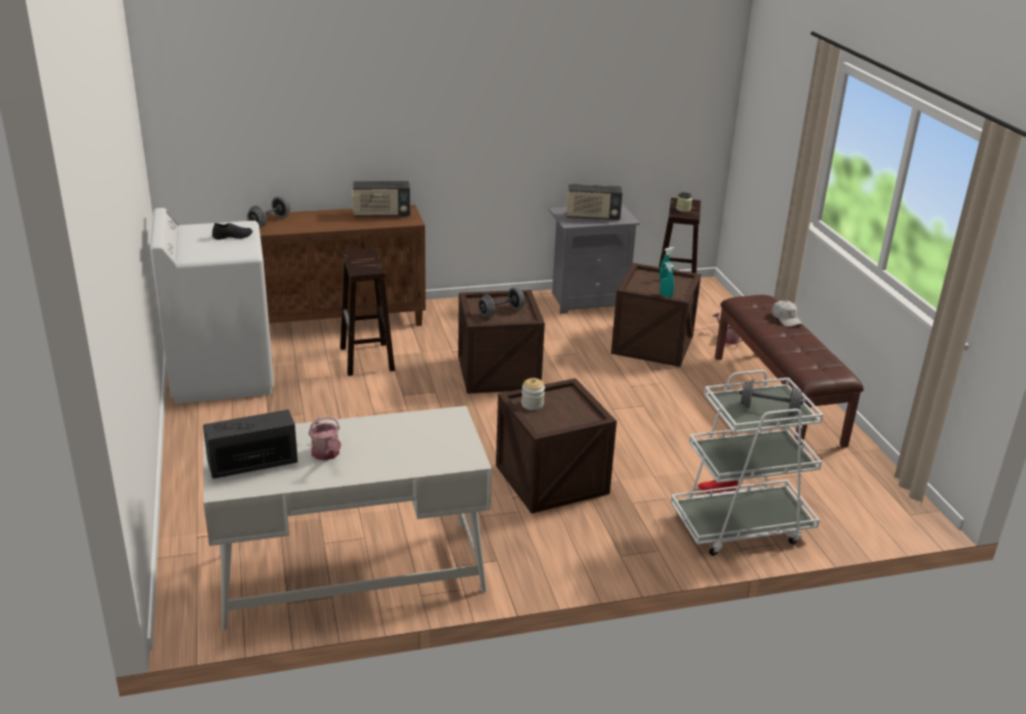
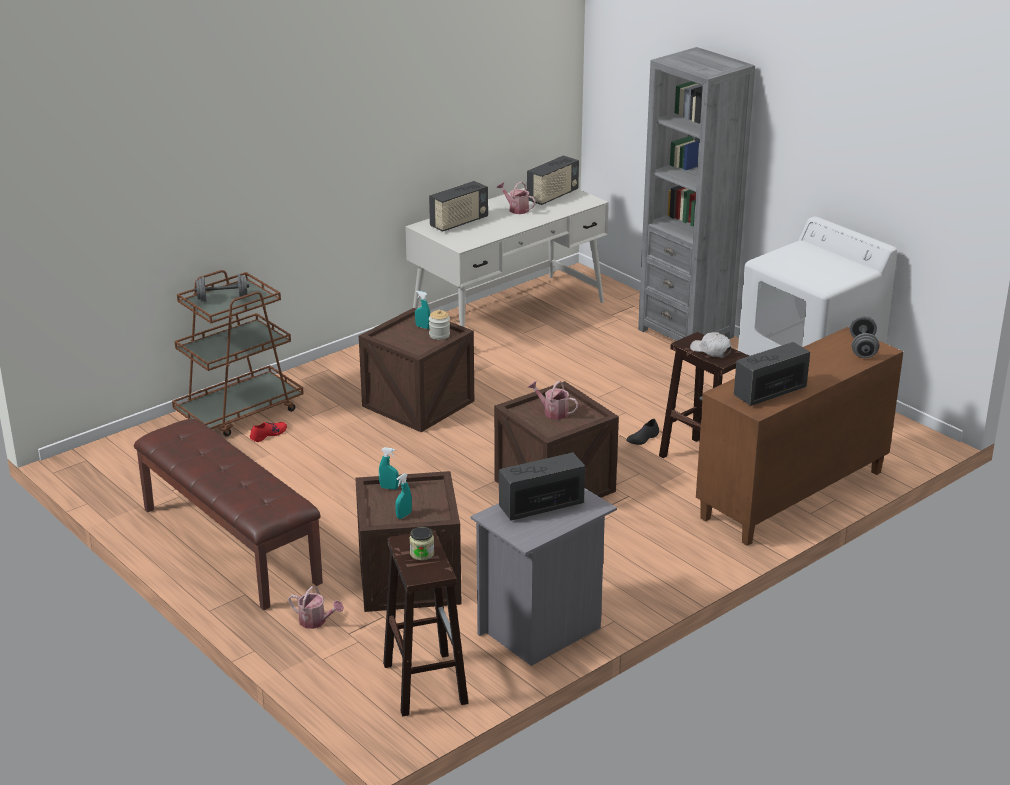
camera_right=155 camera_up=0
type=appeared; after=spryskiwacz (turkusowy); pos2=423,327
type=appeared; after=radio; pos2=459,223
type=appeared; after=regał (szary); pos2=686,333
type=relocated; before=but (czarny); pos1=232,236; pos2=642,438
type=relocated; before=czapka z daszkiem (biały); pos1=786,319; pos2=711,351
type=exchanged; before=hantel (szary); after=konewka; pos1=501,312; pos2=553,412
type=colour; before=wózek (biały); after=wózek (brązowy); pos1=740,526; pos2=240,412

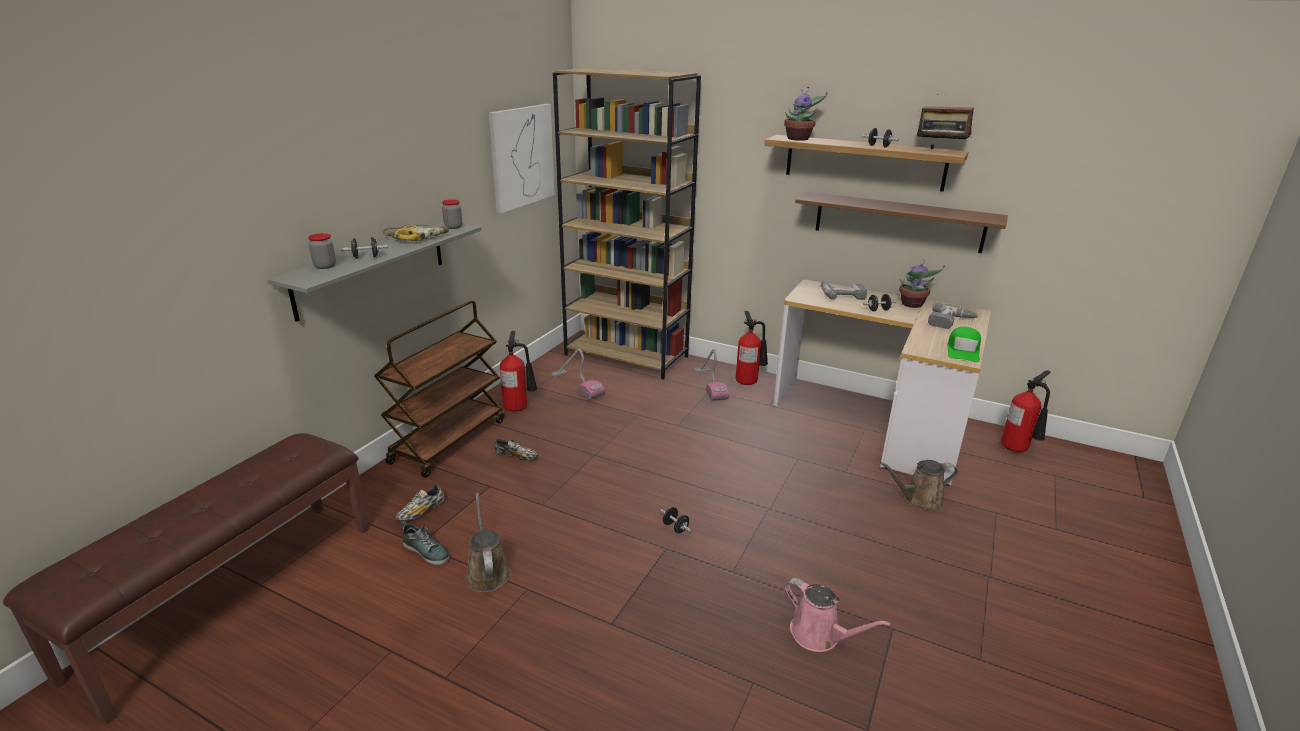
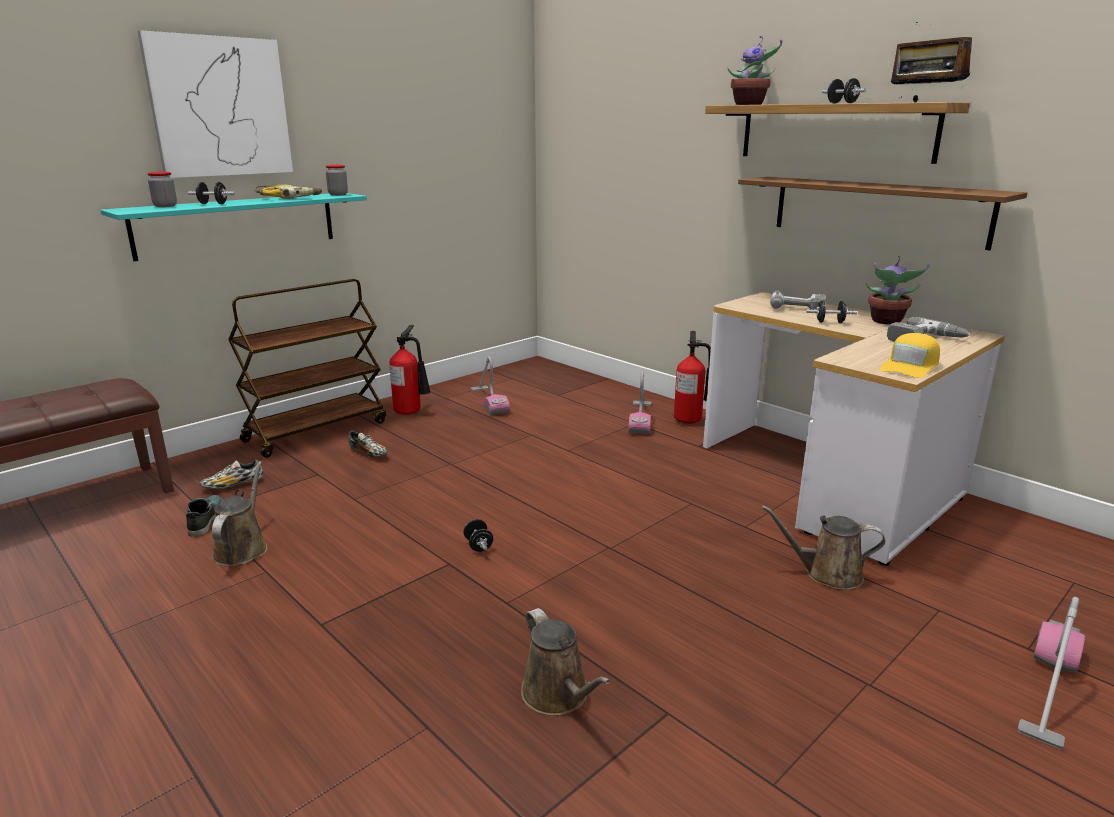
camera_right=20 camera_up=-5
type=missing; before=regał (brązowy); pos1=627,356
type=missing; before=gaśnica; pos1=1018,449
type=appeared; after=odkurzacz; pos2=1049,687
type=relocated; before=obraz; pos1=521,156; pos2=220,107
type=colour; before=półka (szary); after=półka (turkusowy); pos1=372,268; pos2=237,224
type=colour; before=konewka (różowy); after=konewka (brązowy); pos1=819,635; pos2=558,695
type=colour; before=czapka z daszkiem (zielony); after=czapka z daszkiem (żółty); pos1=963,351; pos2=910,366
type=spun; before=but; pos1=427,551; pos2=205,519; turn=-150

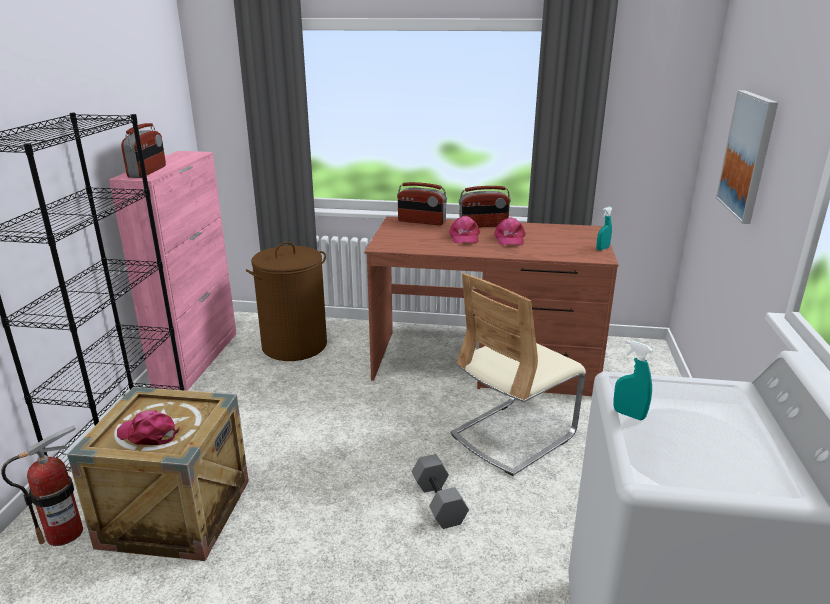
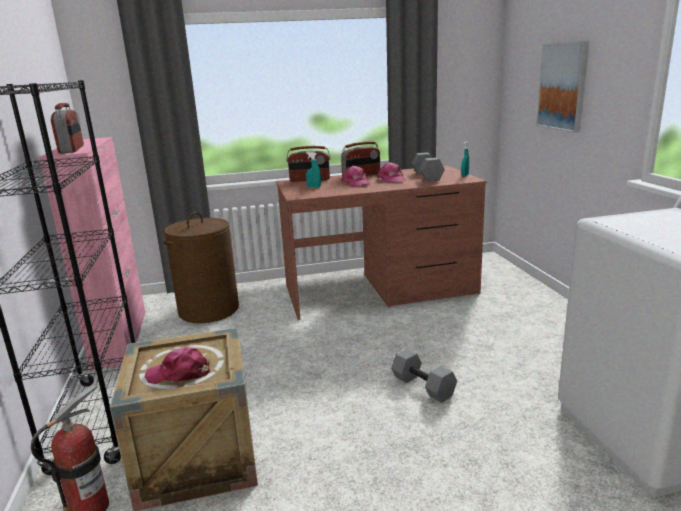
camera_right=-20 camera_up=-5
type=missing; before=krzesło (beżowy); pos1=513,435
type=appeared; after=hantel (szary); pos2=428,176
type=relocated; before=spryskiwacz (turkusowy); pos1=629,414; pos2=314,187

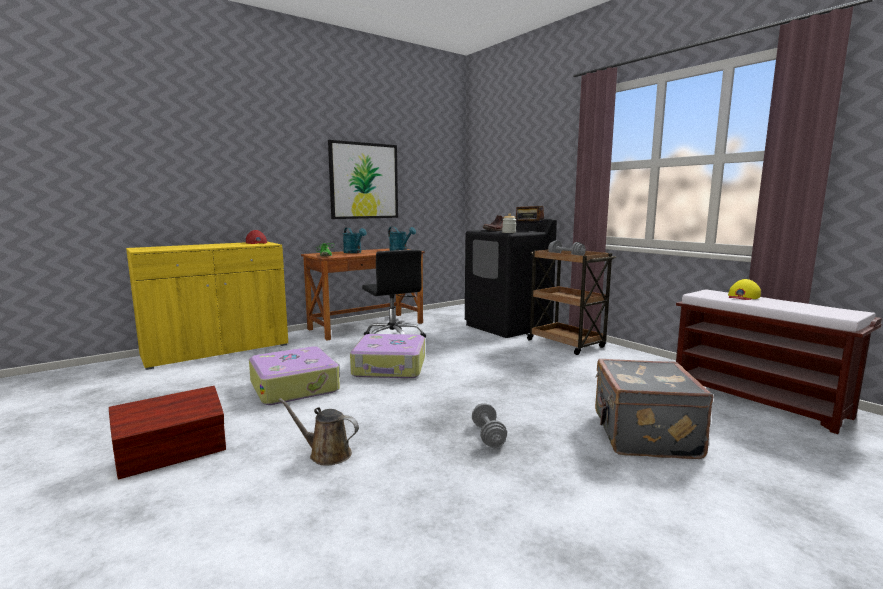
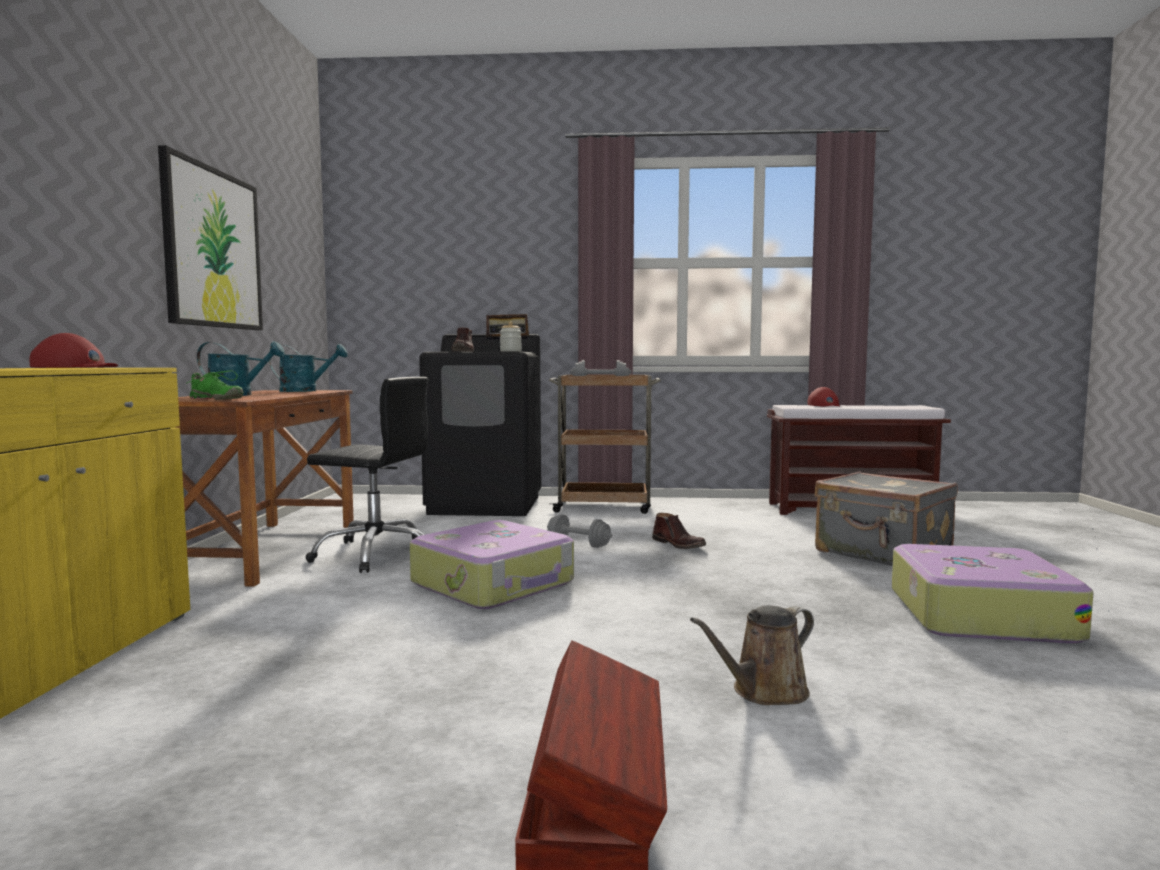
camera_right=-50 camera_up=-5
type=appeared; after=but z cholewką (brązowy); pos2=679,545
type=relocated; before=walizka; pos1=295,386; pos2=978,614
type=relocated; before=hantel (szary); pos1=488,436; pos2=578,544
type=colour; before=czapka z daszkiem (żółty); after=czapka z daszkiem (czerwony); pos1=743,296; pos2=824,405

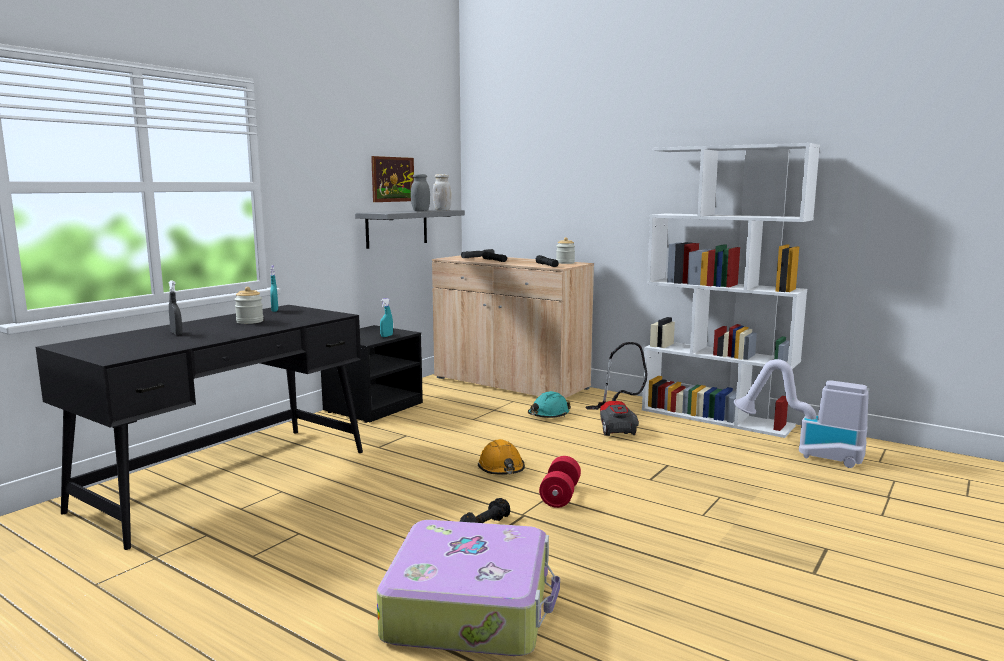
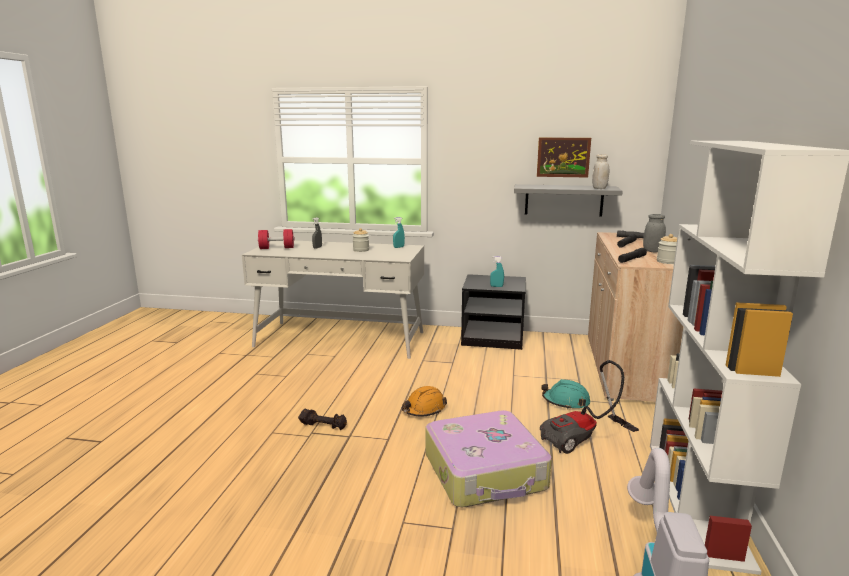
camera_right=65 camera_up=5
type=relocated; before=walizka; pos1=471,606; pos2=486,472
type=relocated; before=słoik (szary); pos1=420,210; pos2=652,251
type=relocated; before=hantel (czerwony); pos1=560,495; pos2=276,248
type=colour; before=biurko (czarny); after=biurko (biały); pos1=228,479; pos2=340,339

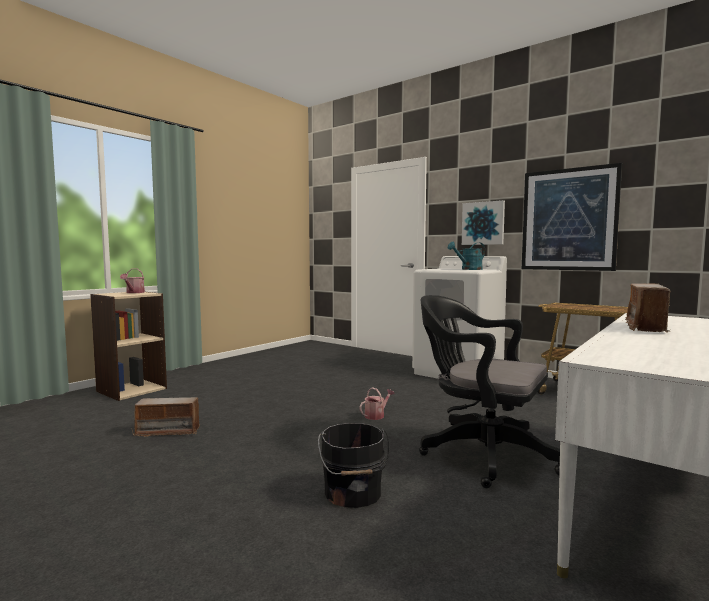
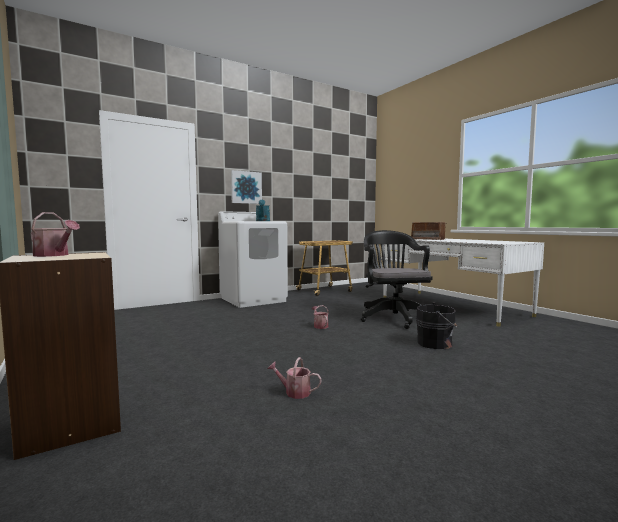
camera_right=-70 camera_up=0
type=missing; before=obraz; pos1=568,219
type=exchanged; before=radio; after=konewka; pos1=168,431; pos2=294,392
type=spun; before=krzesło biurowe (czarny); pos1=481,453; pos2=393,317; turn=120

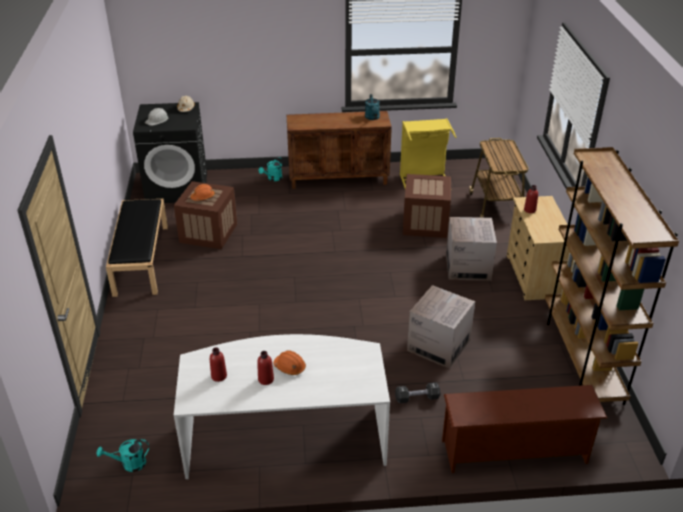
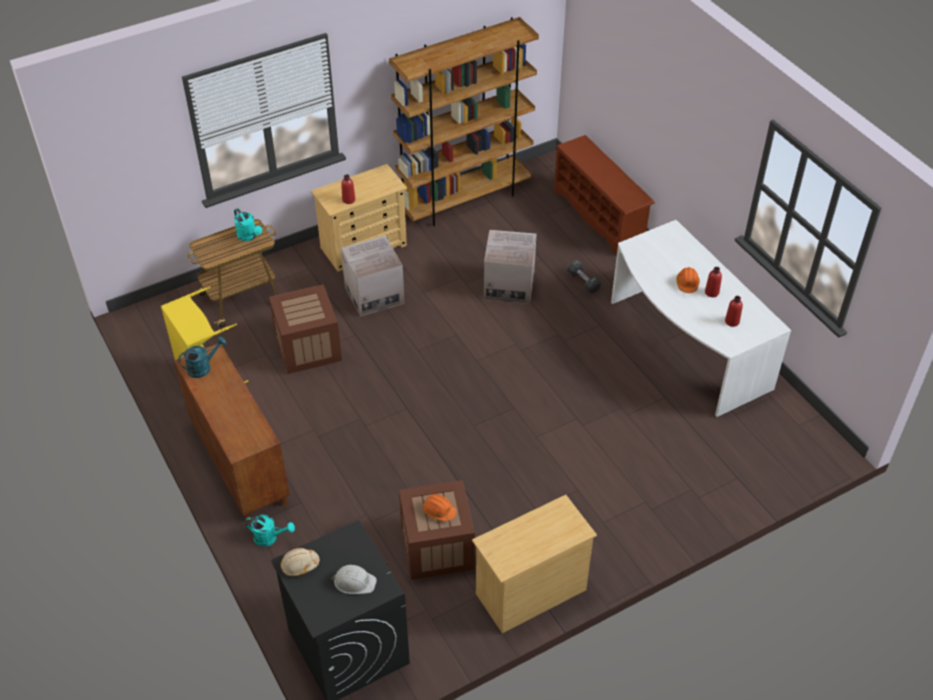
camera_right=-115 camera_up=10
type=relocated; before=konewka (turkusowy); pos1=129,464; pos2=249,236
type=exchanged; before=ławka (czarny); after=komoda (beżowy); pos1=141,259; pos2=530,592

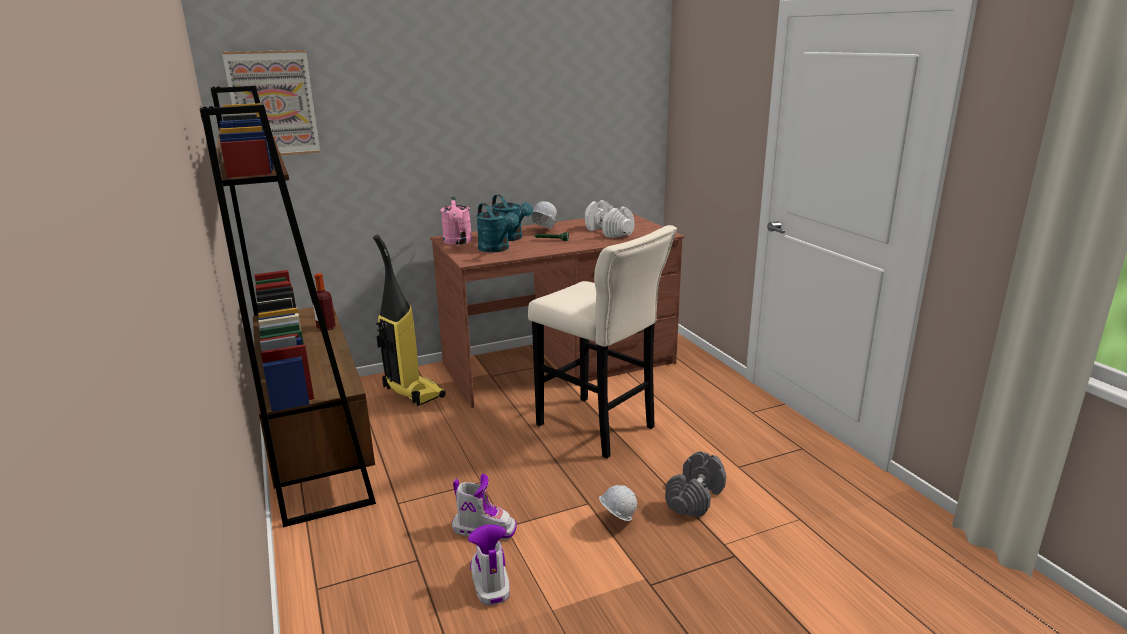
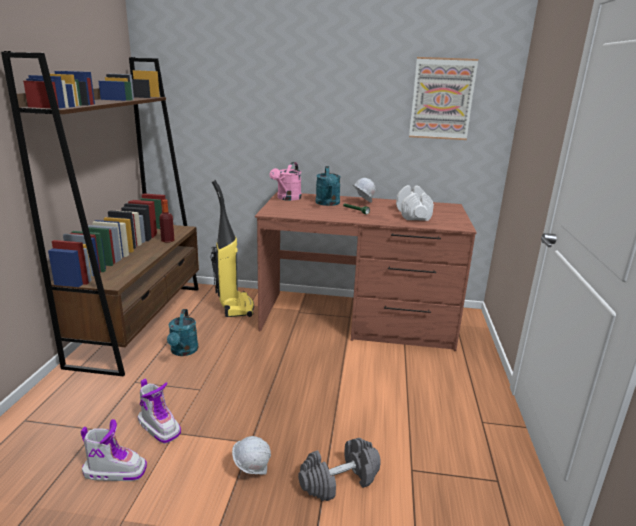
camera_right=30 camera_up=0
type=missing; before=stołek (beżowy); pos1=599,428
type=relocated; before=obraz; pos1=273,104; pos2=442,99
type=relocated; before=konewka (turkusowy); pos1=497,249; pos2=183,351
type=spun; before=but z cholewką; pos1=490,581; pos2=115,471; turn=75

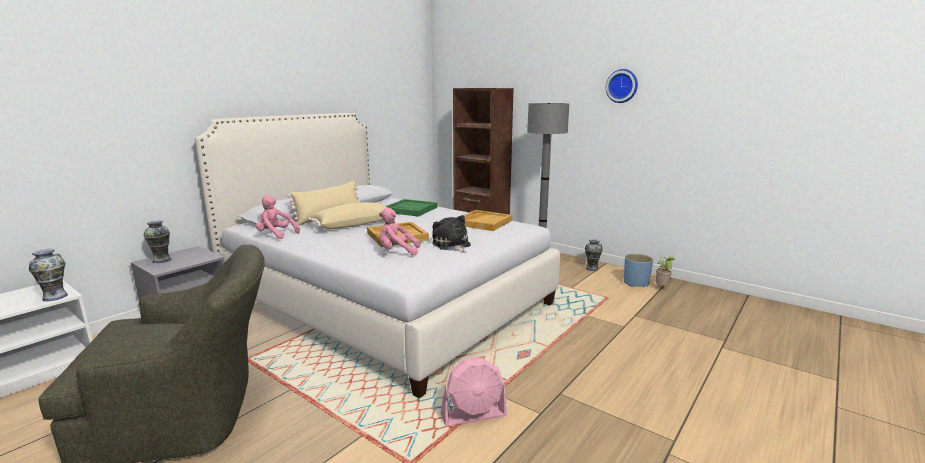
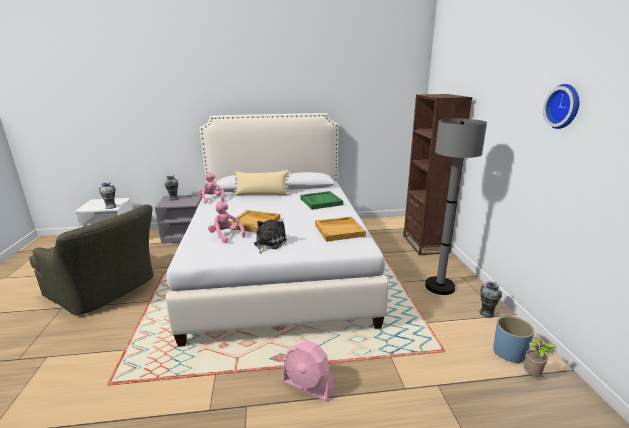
camera_right=45 camera_up=5
type=missing; before=poduszka (beżowy); pos1=352,225
type=relocated; before=wentylator (różowy); pos1=474,415; pos2=308,385

